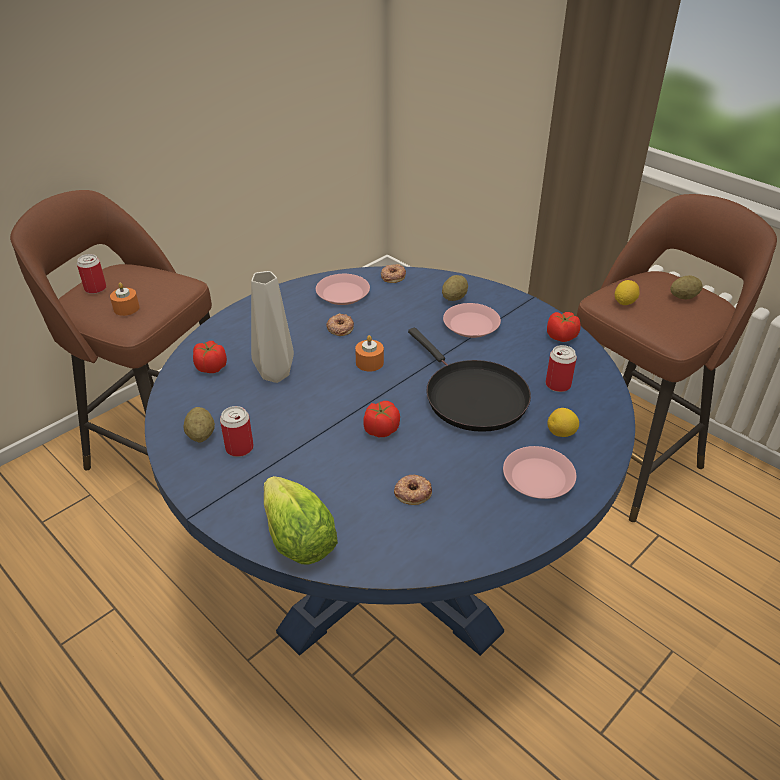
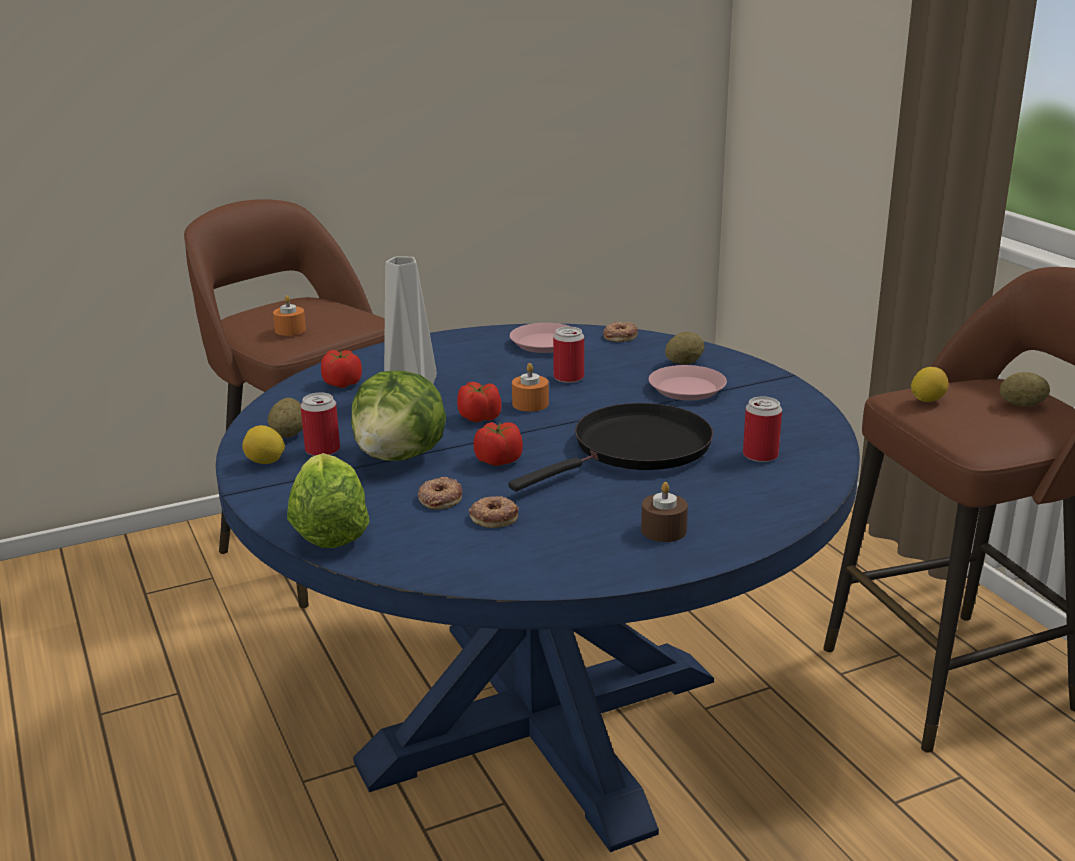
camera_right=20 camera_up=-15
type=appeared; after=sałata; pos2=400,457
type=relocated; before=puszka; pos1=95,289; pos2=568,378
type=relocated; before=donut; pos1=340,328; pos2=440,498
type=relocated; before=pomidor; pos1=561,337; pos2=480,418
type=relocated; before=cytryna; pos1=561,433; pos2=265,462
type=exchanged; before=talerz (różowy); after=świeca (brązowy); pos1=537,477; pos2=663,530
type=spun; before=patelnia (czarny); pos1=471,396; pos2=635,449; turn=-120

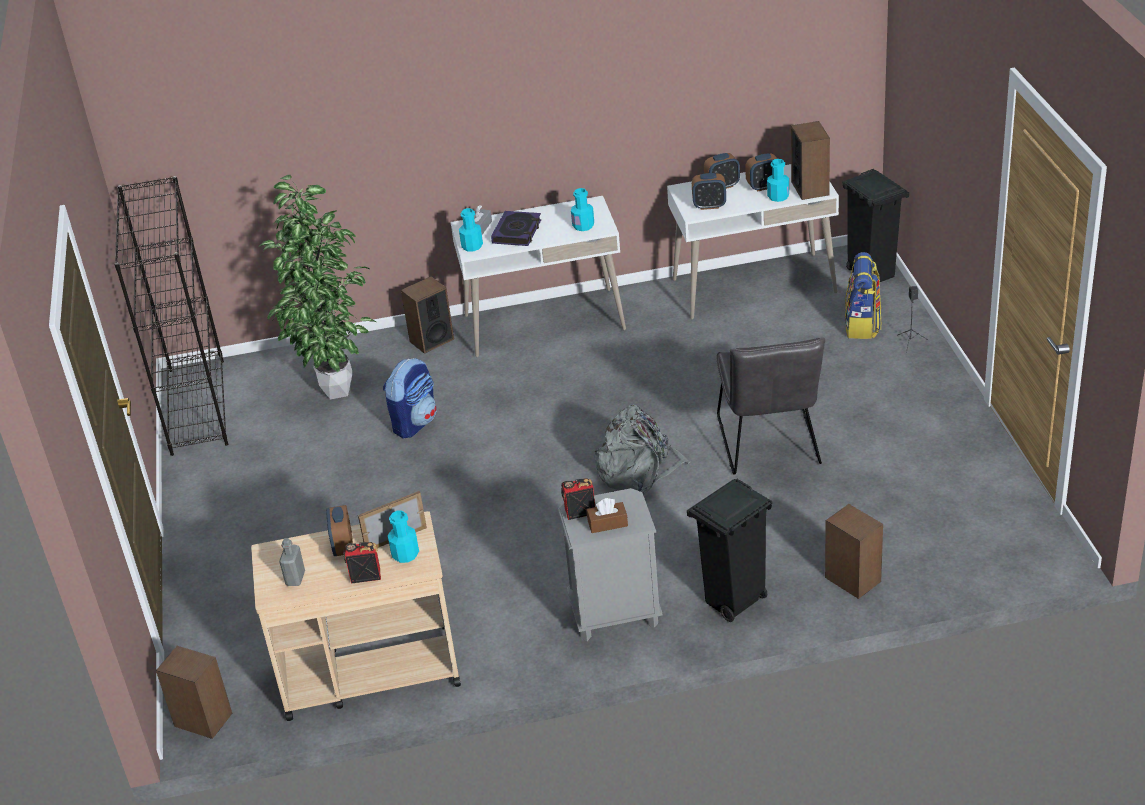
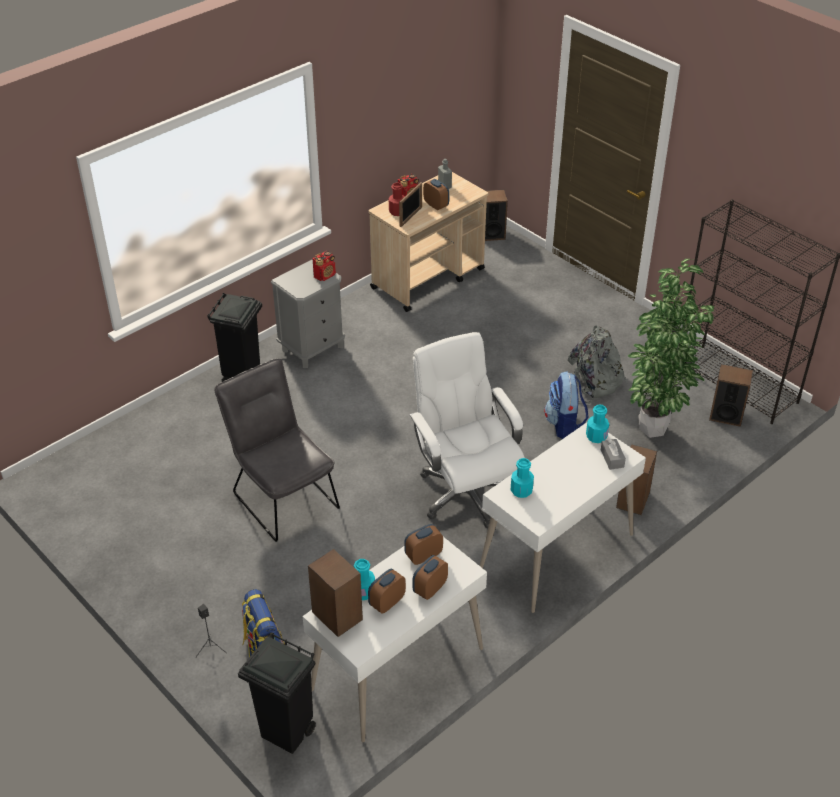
camera_right=145 camera_up=5
type=missing; before=książka; pos1=517,232
type=missing; before=pudełko chusteczek (brązowy); pos1=607,523
type=appeared; after=krzesło biurowe (biały); pos2=465,492
type=relocated; before=plecak (szary); pos1=639,471; pos2=592,382
type=relocated; before=głośnik; pos1=852,580; pos2=726,415
type=colour; before=butelka (turkusowy); after=butelka (czerwony); pos1=405,554; pos2=397,212

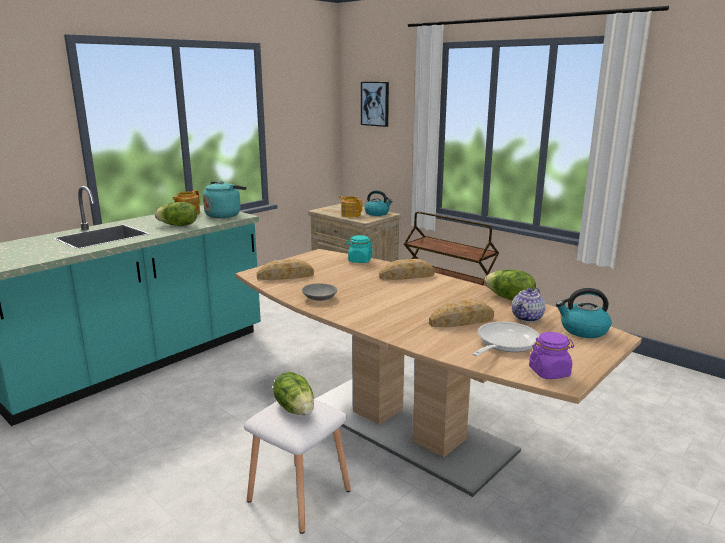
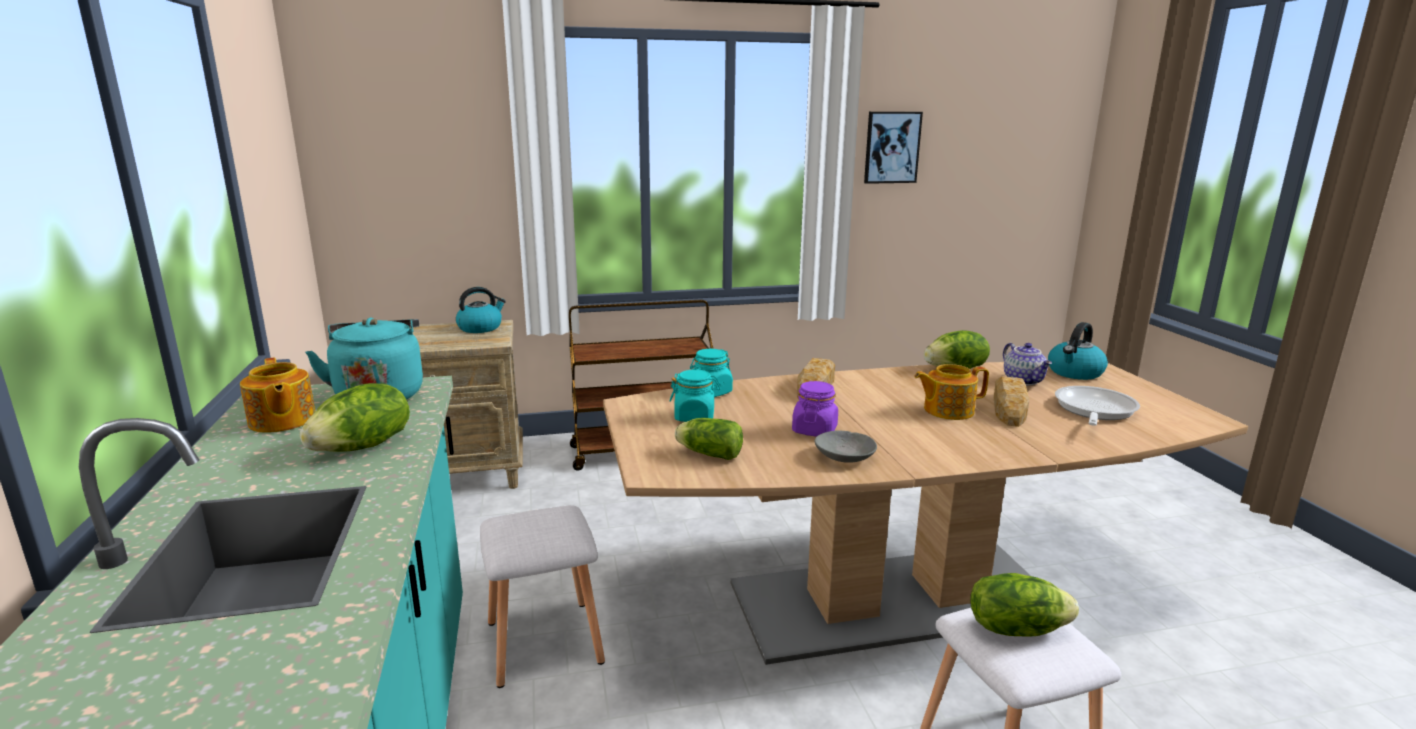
camera_right=-55 camera_up=0
type=appeared; after=stołek (biały); pos2=543,641
type=appeared; after=słoik (turkusowy); pos2=695,417
type=relocated; before=imbryk; pos1=350,214; pos2=947,410
type=relocated; before=obraz; pos1=375,103; pos2=891,147
type=relocated; before=słoik (fioletowy); pos1=549,372; pos2=814,430
type=exchanged; before=chleb; after=sałata; pos1=285,276; pos2=707,454
type=spun; before=patelnia; pos1=504,343; pos2=1093,411; turn=45

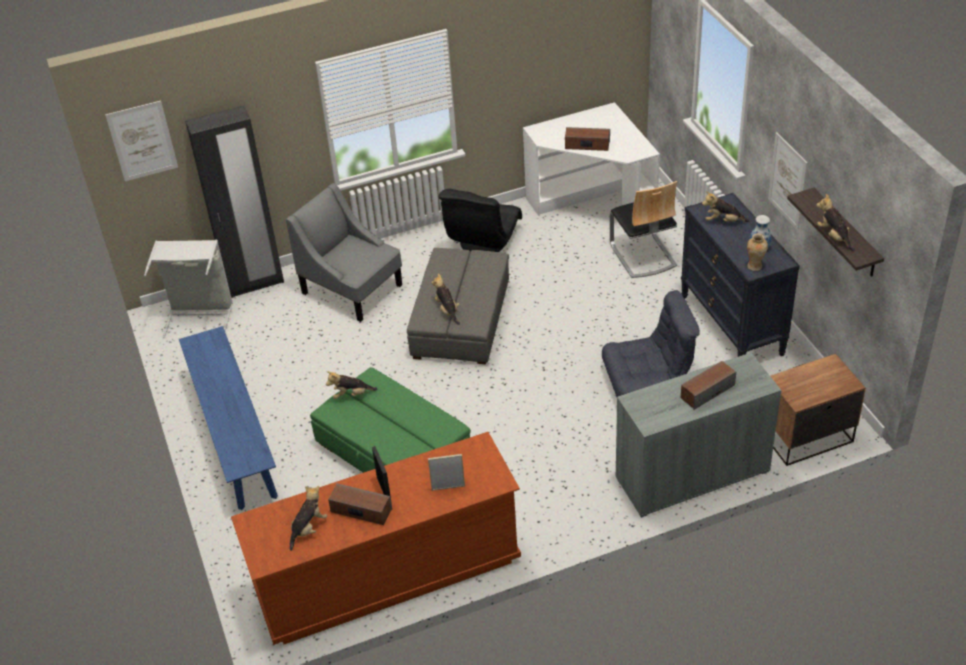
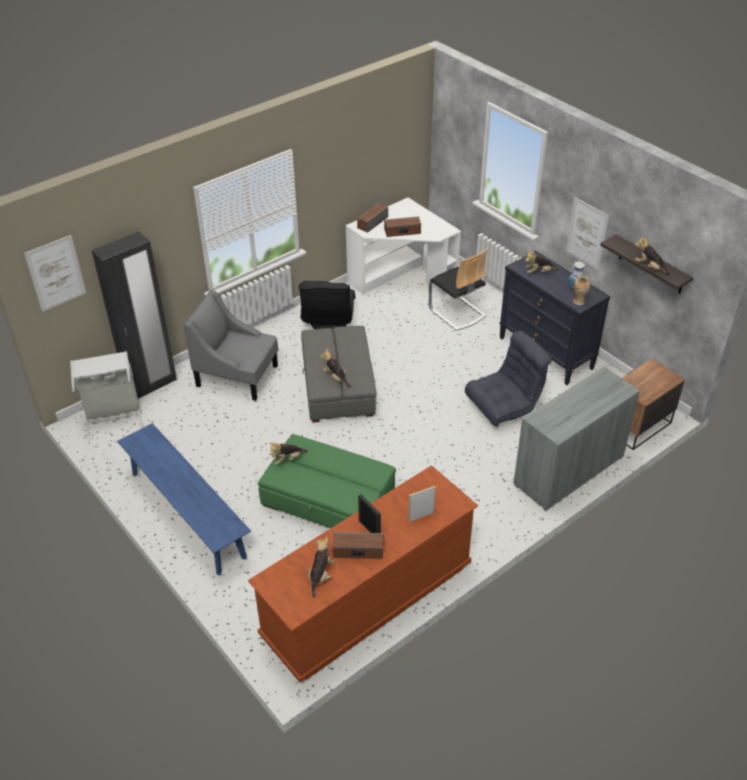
camera_right=-20 camera_up=0
type=relocated; before=głośnik; pos1=707,391; pos2=372,222

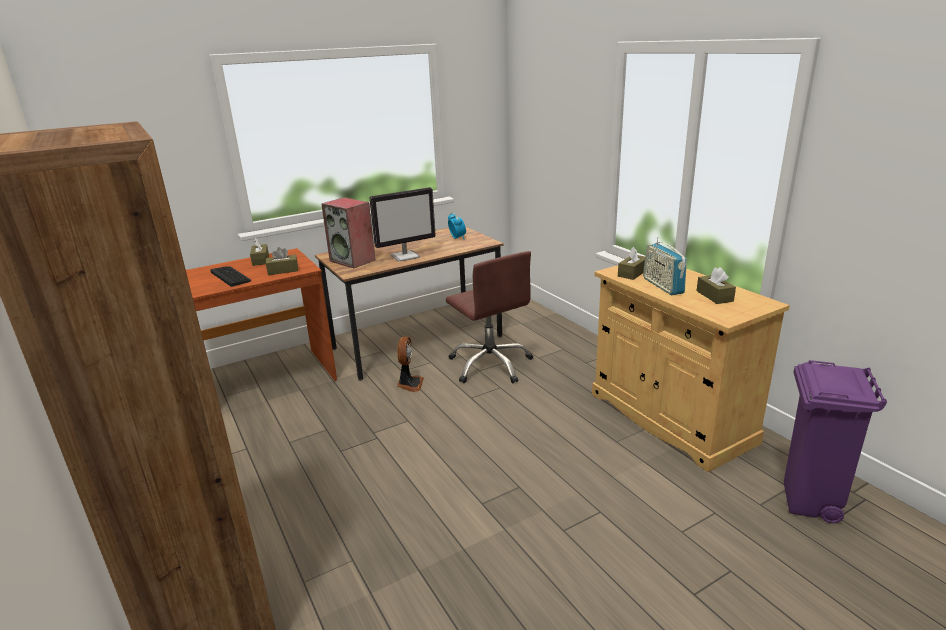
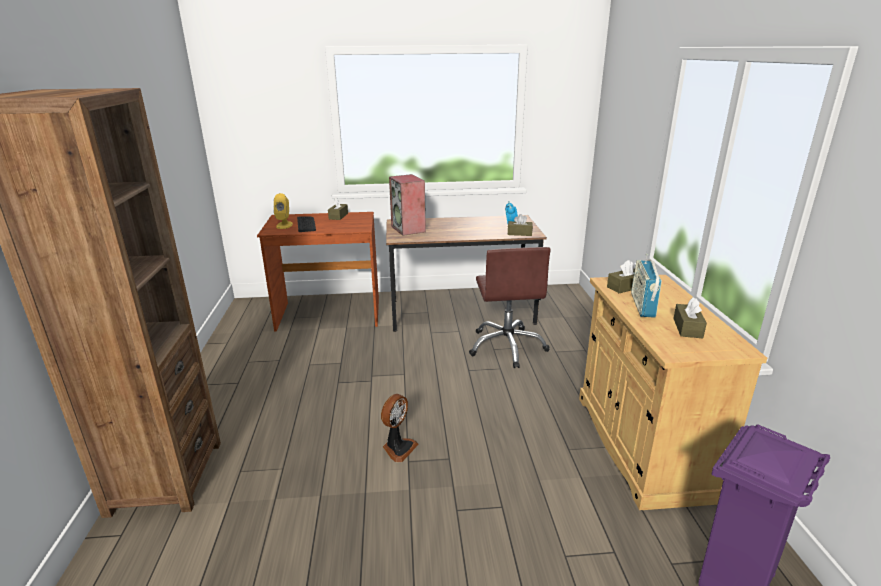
camera_right=25 camera_up=0
type=missing; before=monitor; pos1=405,256
type=appeared; after=głośnik (żółty); pos2=284,225
type=relocated; before=pudełko chusteczek (brązowy); pos1=283,270; pos2=519,233
type=relocated; before=wentylator; pos1=409,384; pos2=398,448

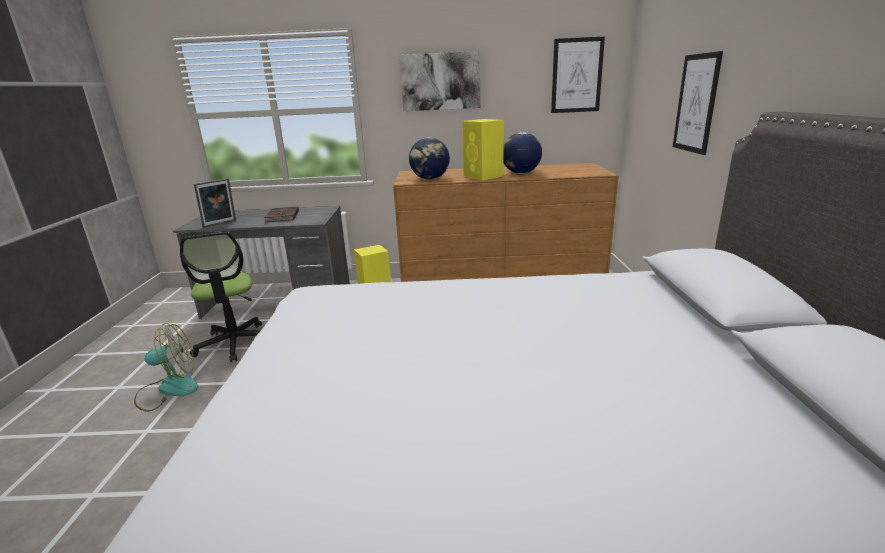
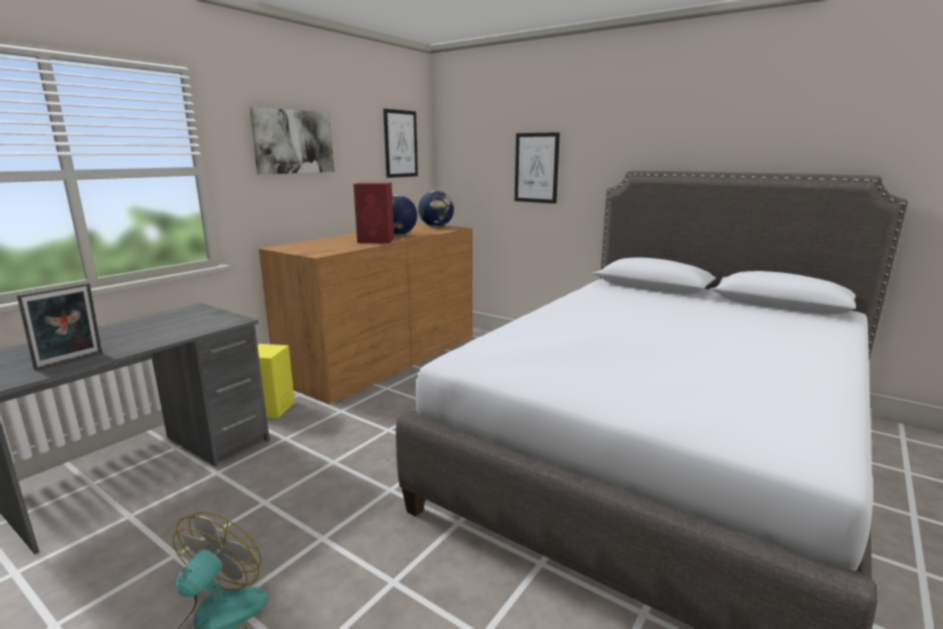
camera_right=-55 camera_up=-5
type=missing; before=krzesło biurowe; pos1=235,343
type=missing; before=książka (brązowy); pos1=281,216
type=relocated; before=globus; pos1=430,179; pos2=436,226
type=colour; before=głośnik (żółty); after=głośnik (czerwony); pos1=483,176; pos2=377,240
type=spun; before=ramka na zdjęcie; pos1=220,224; pos2=71,361; turn=45

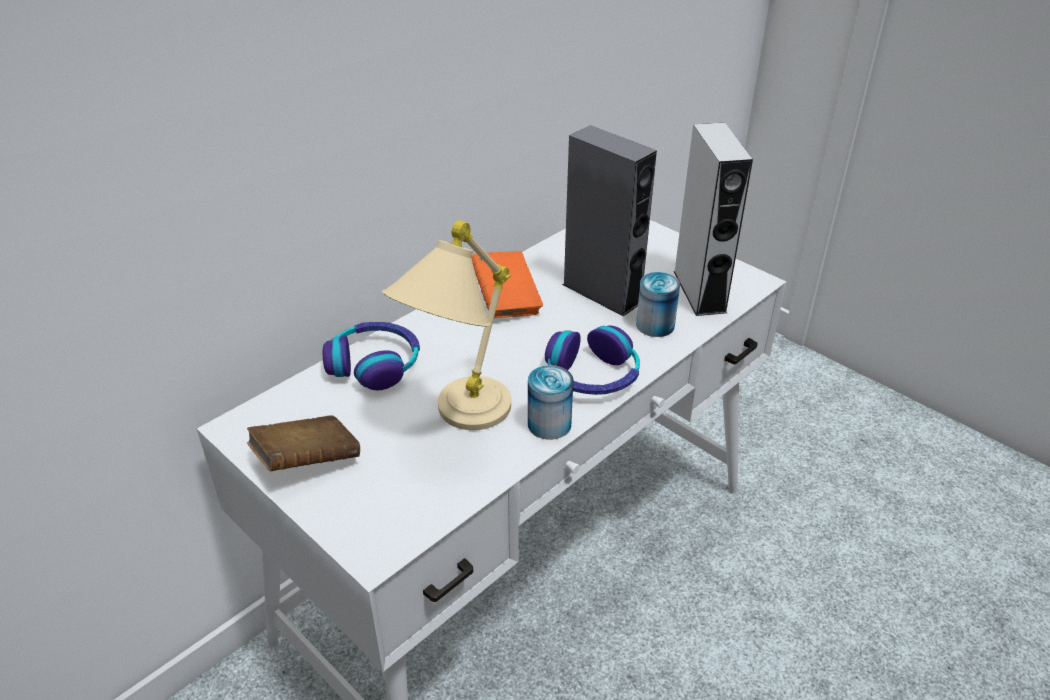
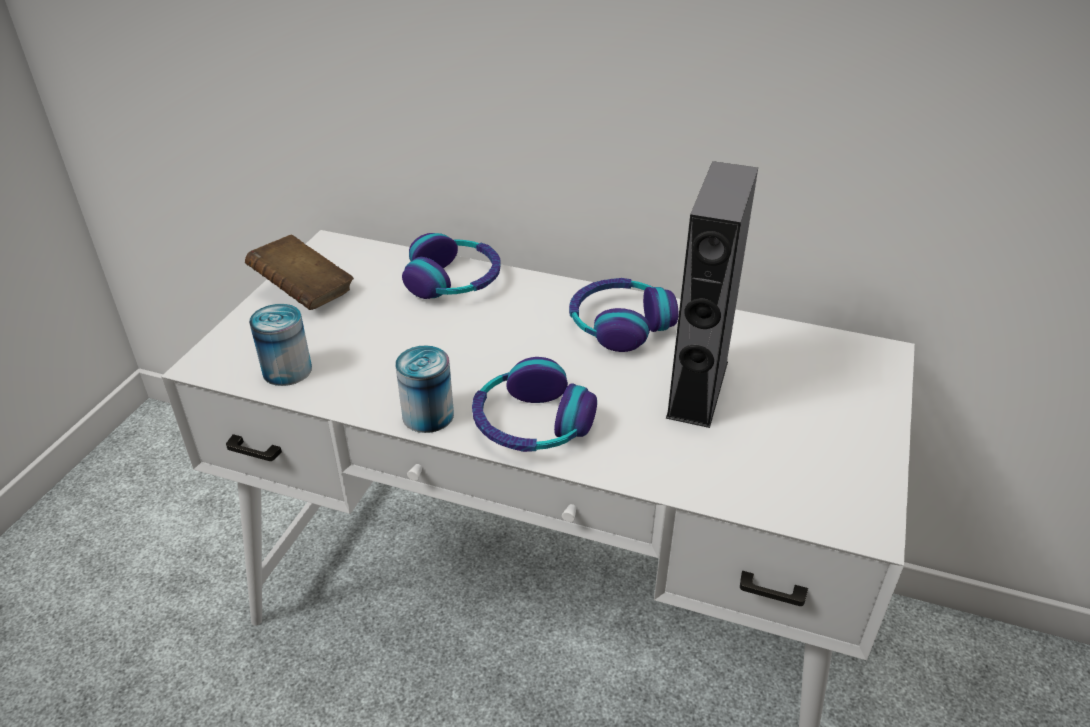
camera_right=65 camera_up=0
type=missing; before=lampa stołowa (beżowy); pos1=457,421
type=missing; before=głośnik (szary); pos1=699,291
type=relocated; before=puszka; pos1=655,325; pos2=287,370
type=exchanged; before=książka (pomarańczowy); after=słuchawki; pos1=506,301; pos2=620,324

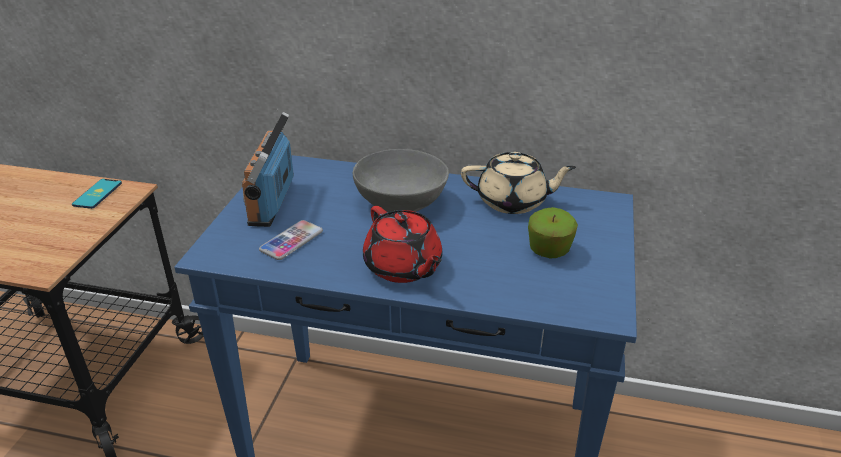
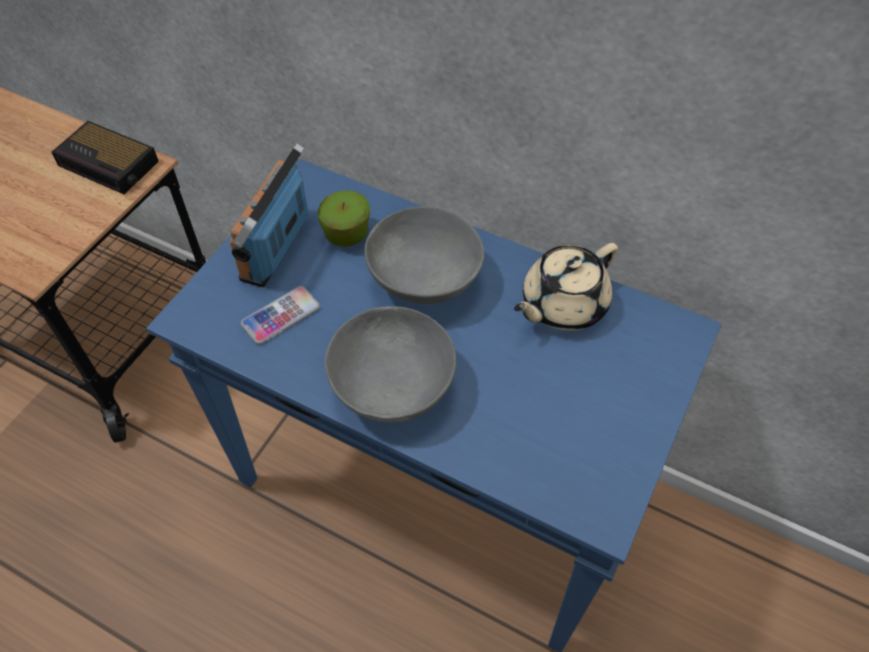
camera_right=15 camera_up=20
type=relocated; before=jabłko; pos1=549,250; pos2=347,235
type=exchanged; before=telefon; after=budzik; pos1=97,194; pos2=110,164
type=exchanged; before=imbryk (czerwony); after=miska (szary); pos1=403,267; pos2=393,387
type=spun; before=imbryk (beżowy); pos1=513,201; pos2=562,305; turn=120

